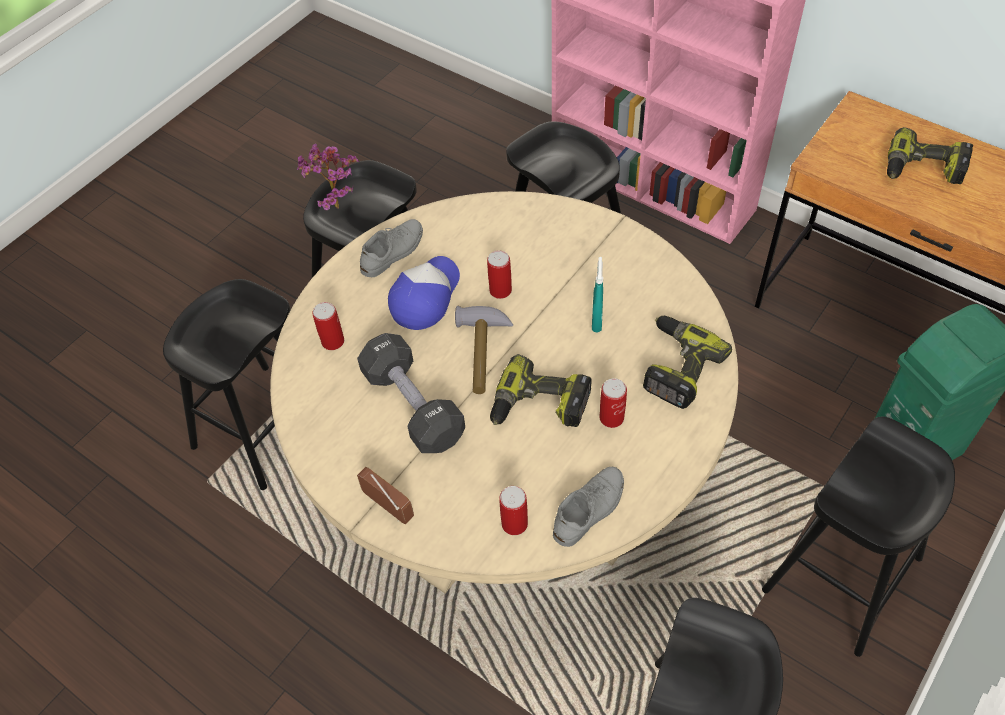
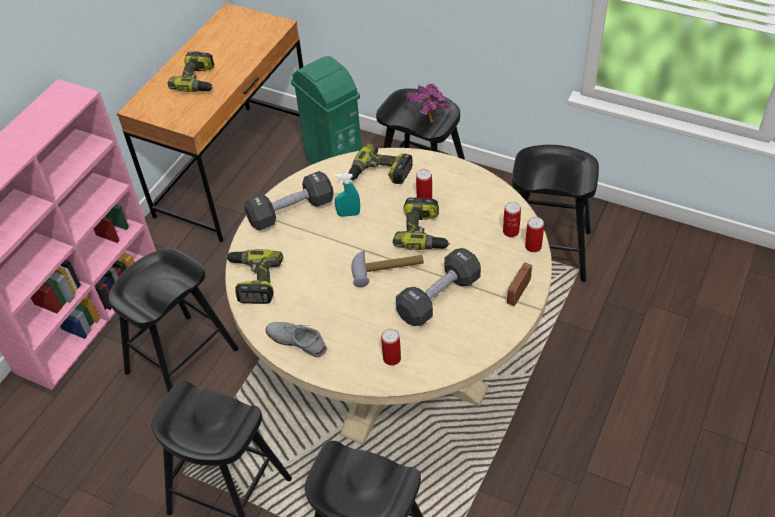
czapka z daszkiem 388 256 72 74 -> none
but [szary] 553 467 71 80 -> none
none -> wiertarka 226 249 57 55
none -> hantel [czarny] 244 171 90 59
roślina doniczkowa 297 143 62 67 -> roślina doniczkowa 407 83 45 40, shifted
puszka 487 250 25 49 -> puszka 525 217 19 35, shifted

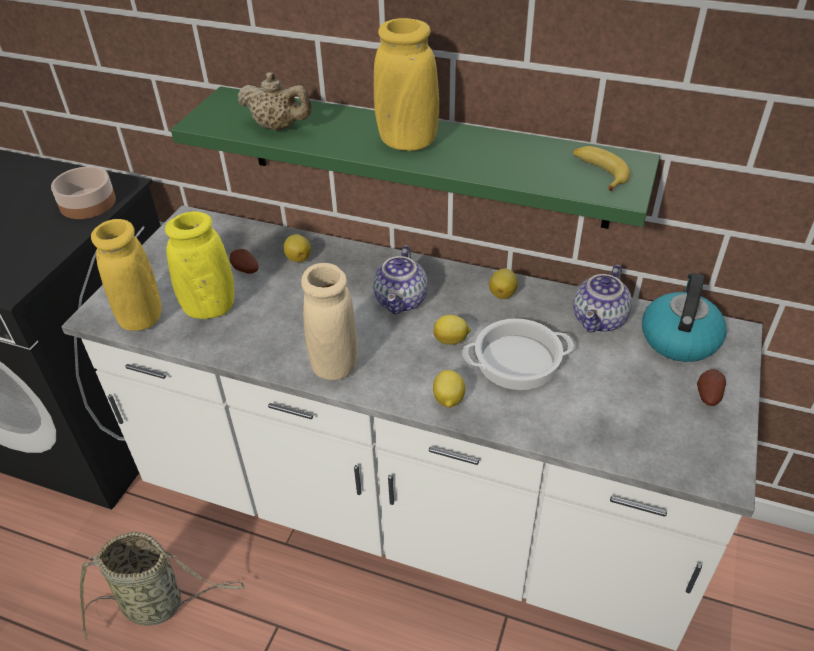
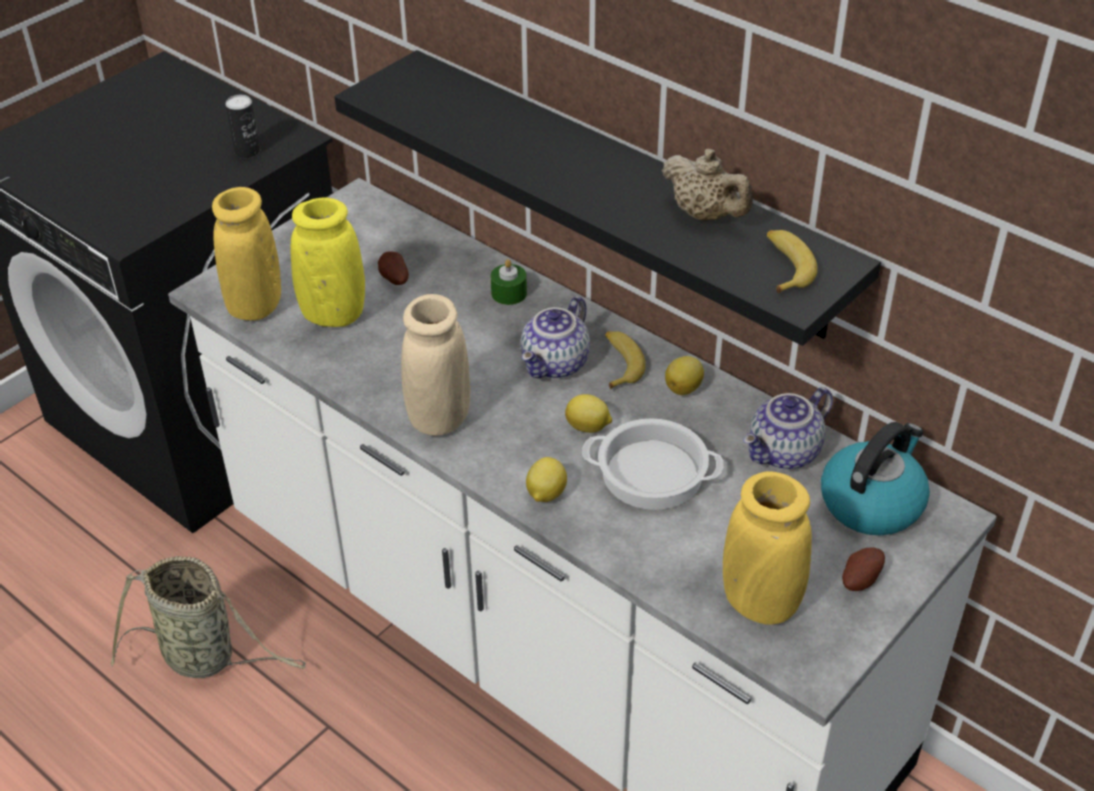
cytryna 284 234 27 28 -> none
none -> świeca [zielony] 491 259 36 46
none -> banan 605 331 41 58
imbryk [beżowy] 238 72 74 58 -> imbryk [beżowy] 662 149 91 72, shifted
wazon [żółty] 374 18 65 133 -> wazon [żółty] 723 471 89 154, shifted
miska 51 167 65 52 -> puszka 226 95 34 63
półka [zielony] 171 86 489 143 -> półka [czarny] 334 50 547 296

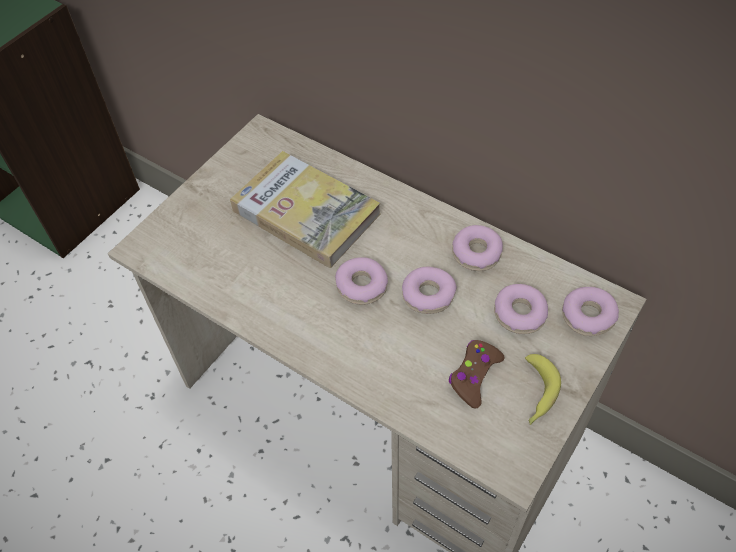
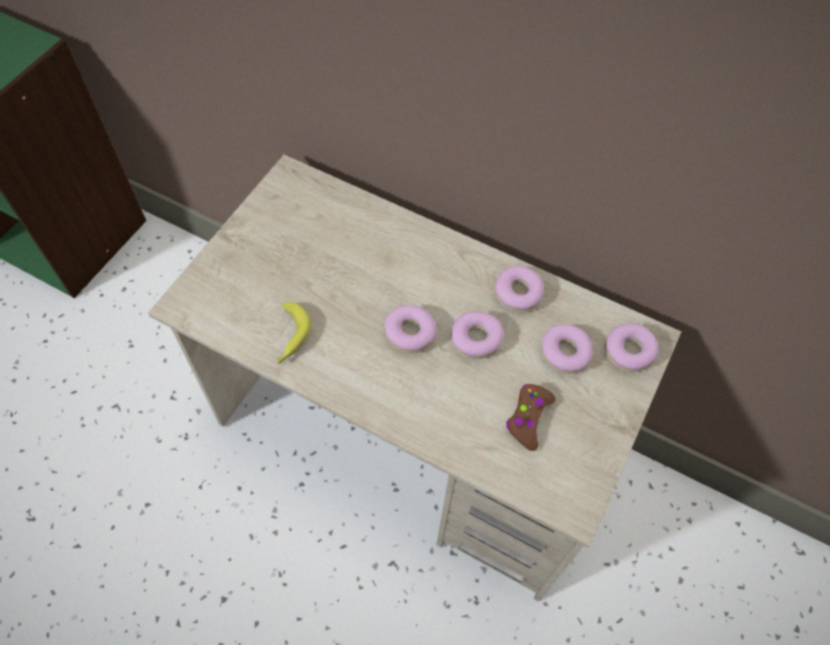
książka 230 151 150 117 -> none
banan 525 354 36 71 -> banan 277 302 35 62, shifted

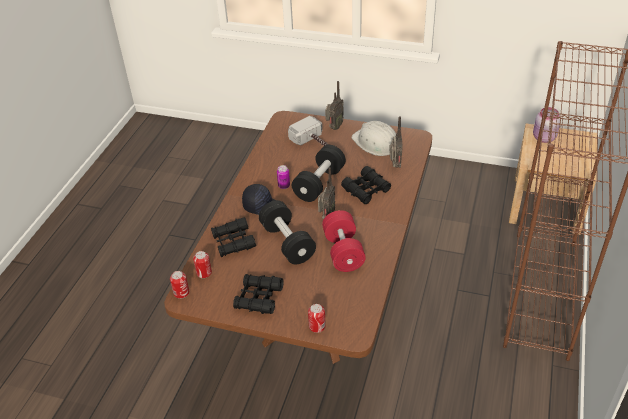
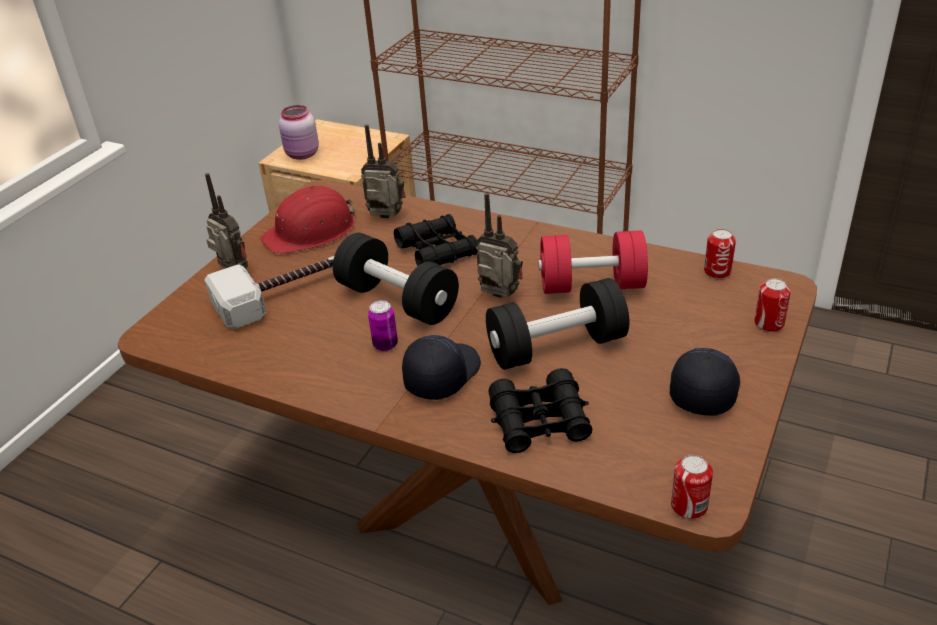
puszka 193 251 19 27 -> puszka 704 229 32 50, shifted
lornetka [czarny] 233 274 51 40 -> czapka z daszkiem [czarny] 670 348 70 68
kask [biały] 351 121 45 35 -> kask [czerwony] 260 186 95 68

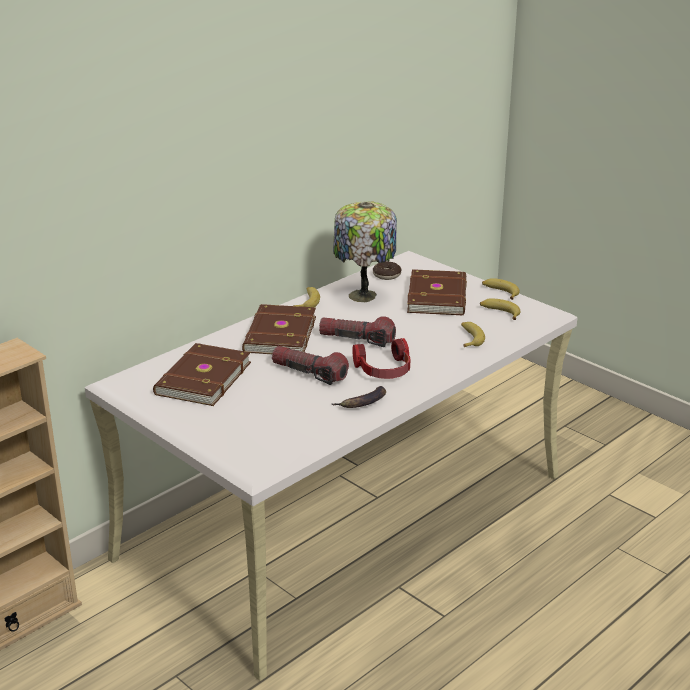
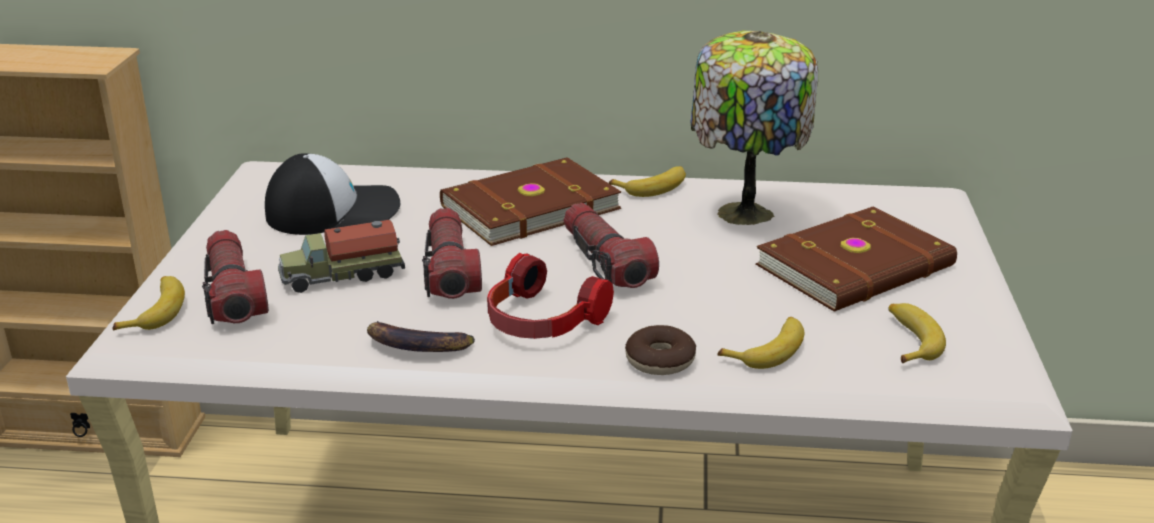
none -> latarka 202 230 67 94
none -> ciężarówka zabawkowa 278 220 127 73
donut 373 261 29 19 -> donut 625 325 71 50, shifted
banan 482 278 38 22 -> banan 112 276 73 54, shifted
książka [brązowy] 153 343 98 63 -> czapka z daszkiem 265 153 135 82

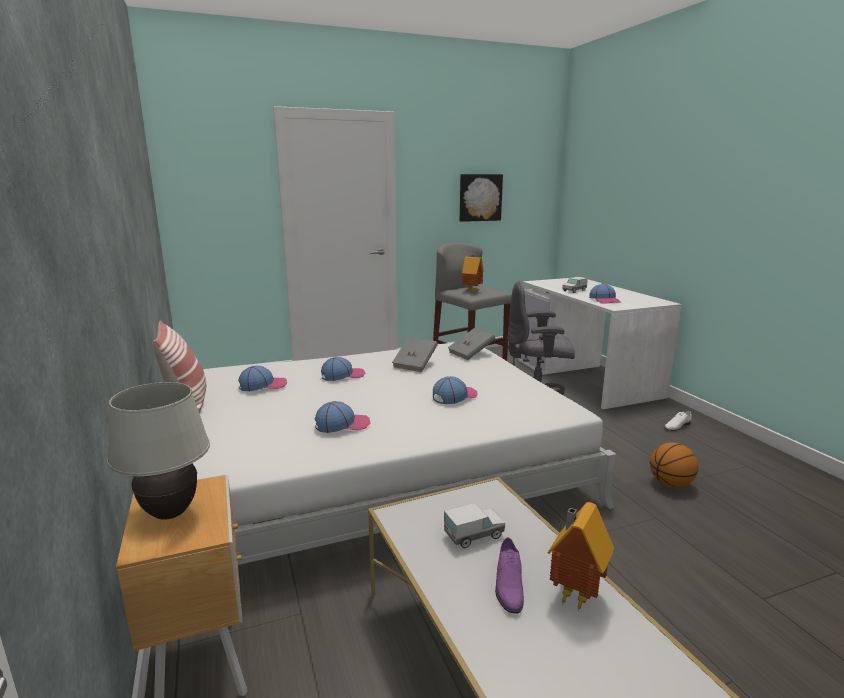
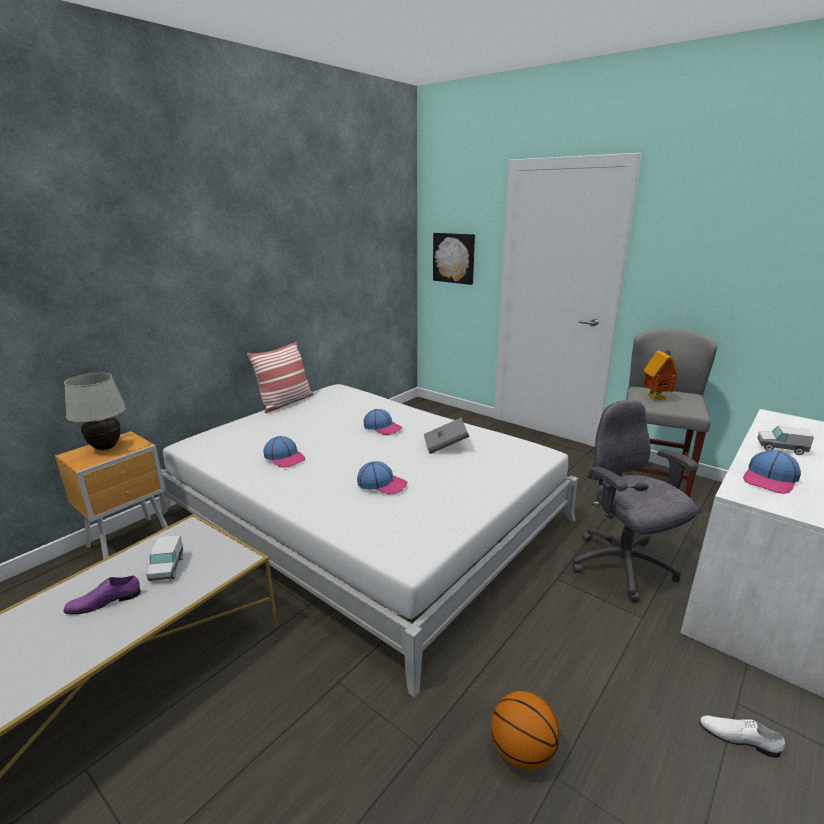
czapka z daszkiem 238 365 49 26 -> none
książka [szary] 448 328 47 32 -> none
domek 548 502 66 109 -> none
obraz 460 174 43 48 -> obraz 433 233 42 52, shifted
ciężarówka zabawkowa 444 503 61 45 -> ciężarówka zabawkowa 146 535 37 46, 45 degrees clockwise

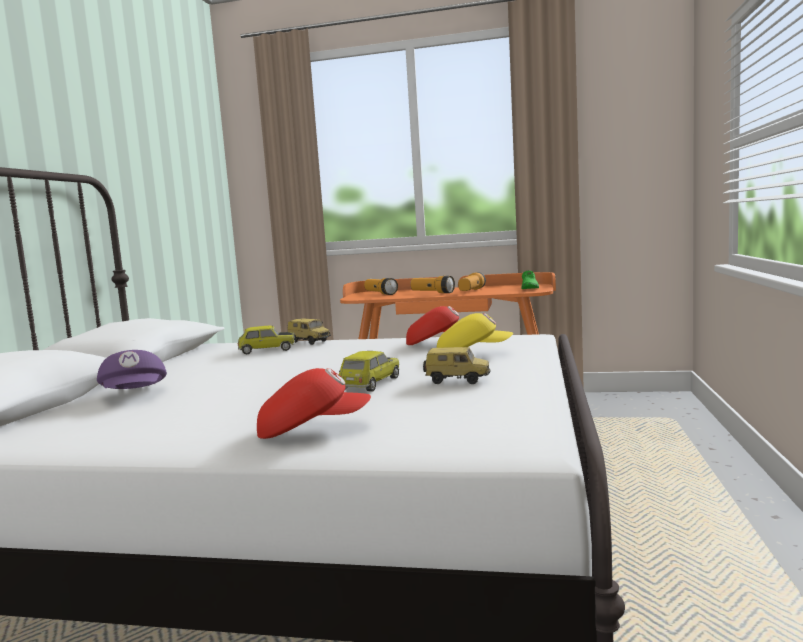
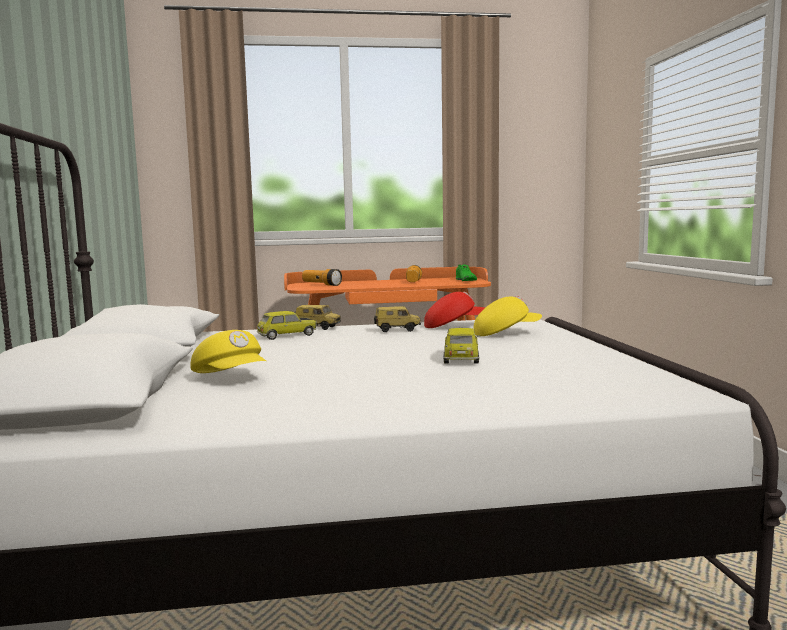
czapka z daszkiem [czerwony] 257 368 114 71 -> none
latarka 411 276 44 17 -> none
samochodzik 423 347 68 37 -> samochodzik 374 306 47 26, shifted
czapka z daszkiem [fioletowy] 97 350 70 39 -> czapka z daszkiem [żółty] 190 330 76 43

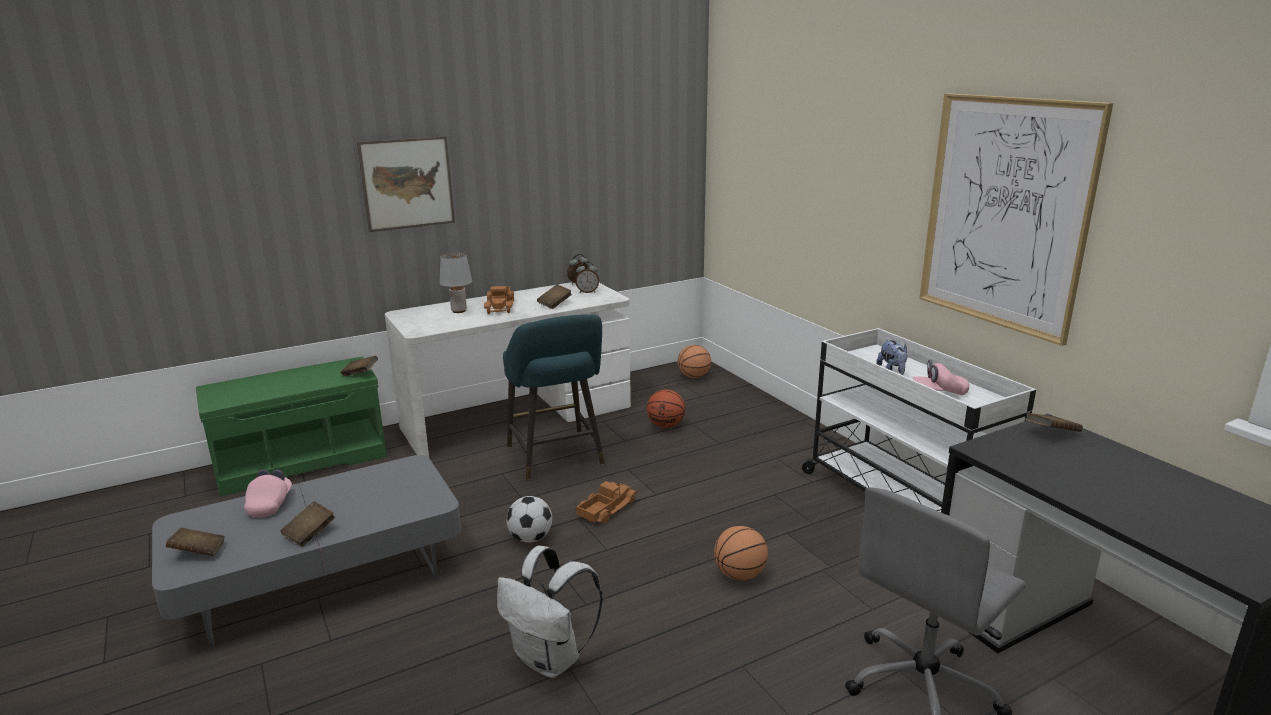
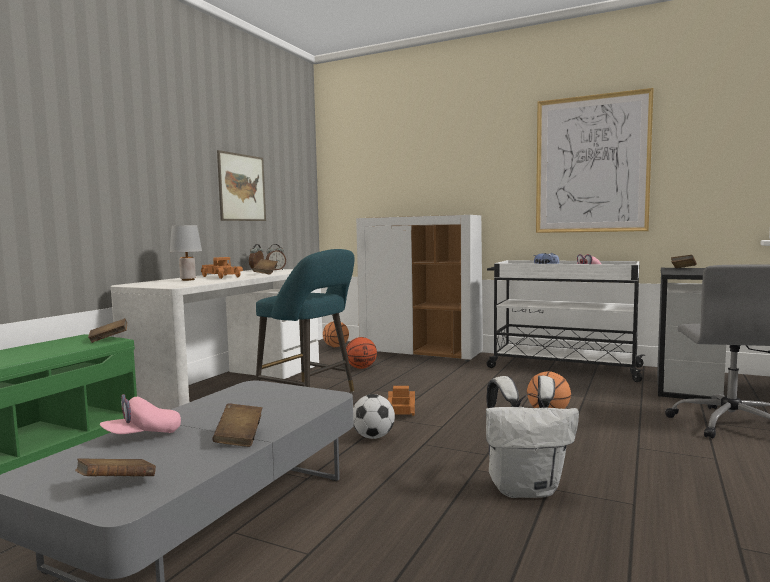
none -> szafka [biały] 356 215 127 147
obraz 357 136 98 96 -> obraz 217 150 49 71, shifted
czapka z daszkiem [różowy] 244 469 48 48 -> czapka z daszkiem [różowy] 100 394 81 40, 90 degrees counterclockwise

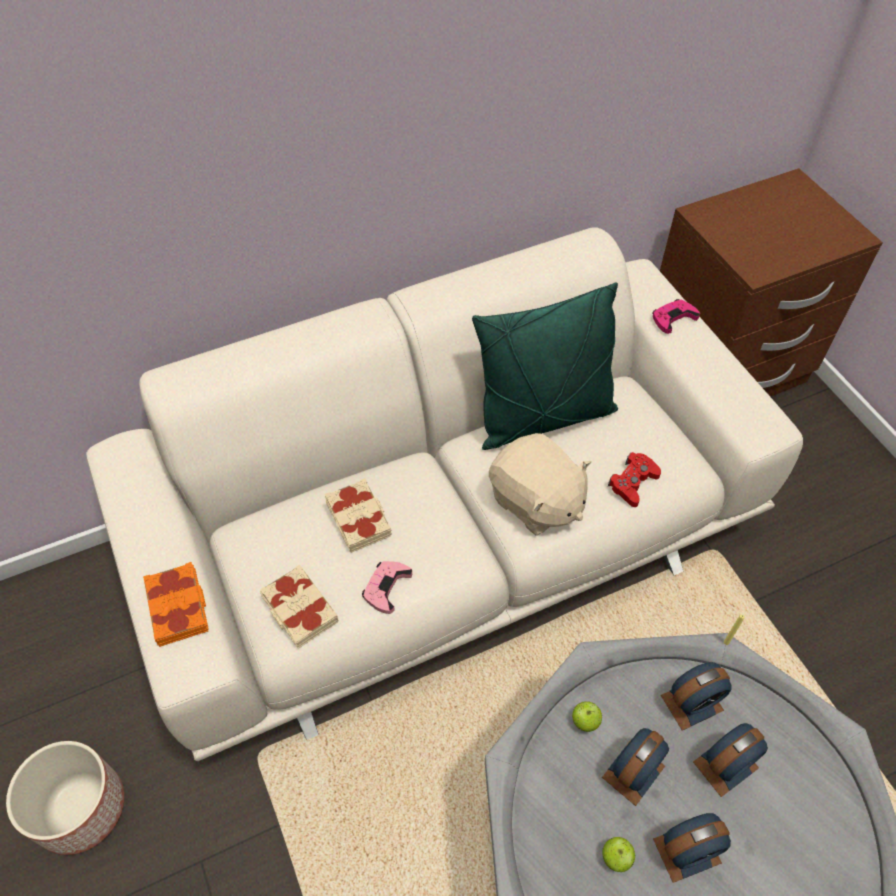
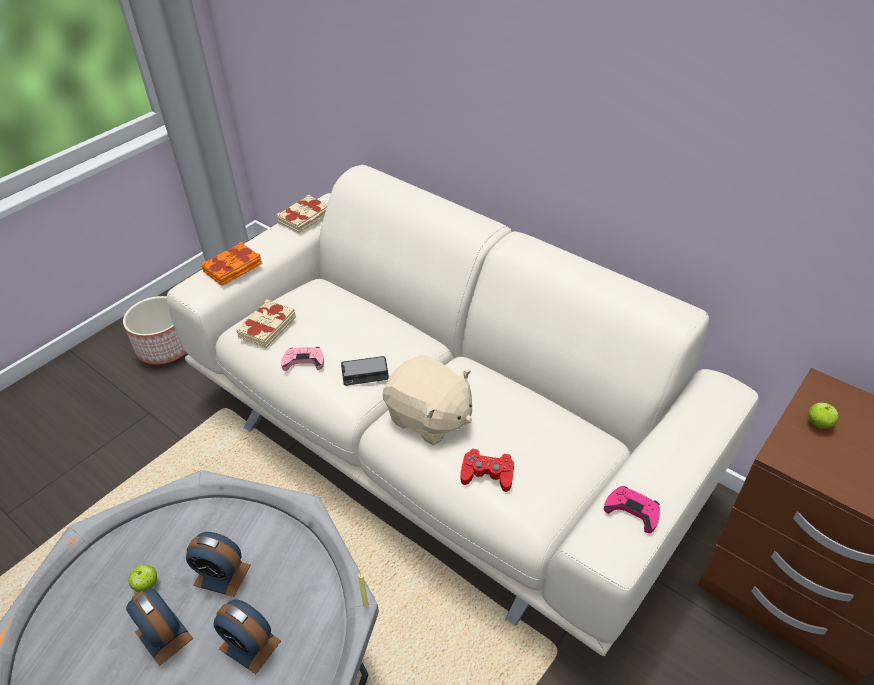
poduszka [zielony] 472 283 146 167 -> none
budzik 661 662 71 69 -> none
none -> telefon 341 356 48 30
książka [beżowy] 325 478 67 75 -> książka [beżowy] 276 194 52 39, shifted
jabłko 572 701 30 31 -> jabłko 808 403 31 25, shifted
pad do gier [różowy] 652 299 48 35 -> pad do gier [różowy] 604 486 56 47, shifted
pluszak [beżowy] 489 433 102 103 -> pluszak [beżowy] 383 355 89 90, 75 degrees counterclockwise

